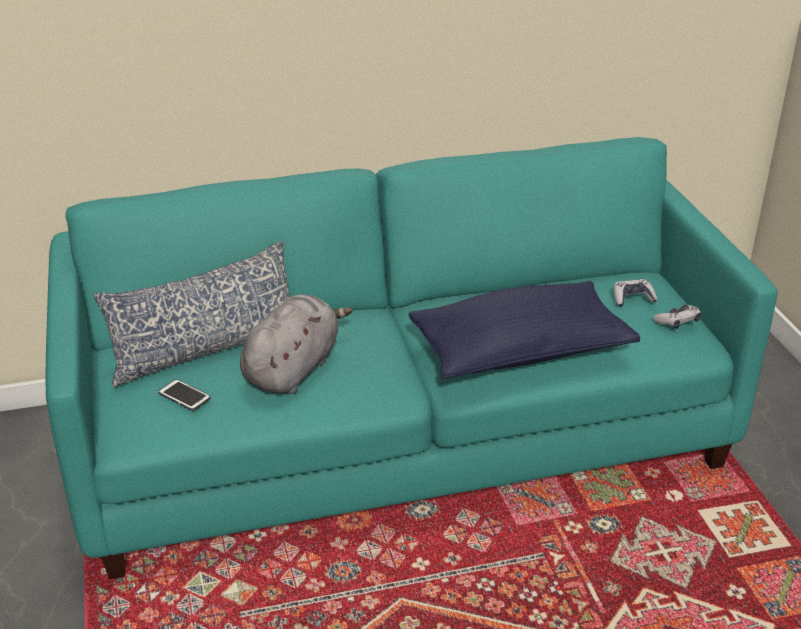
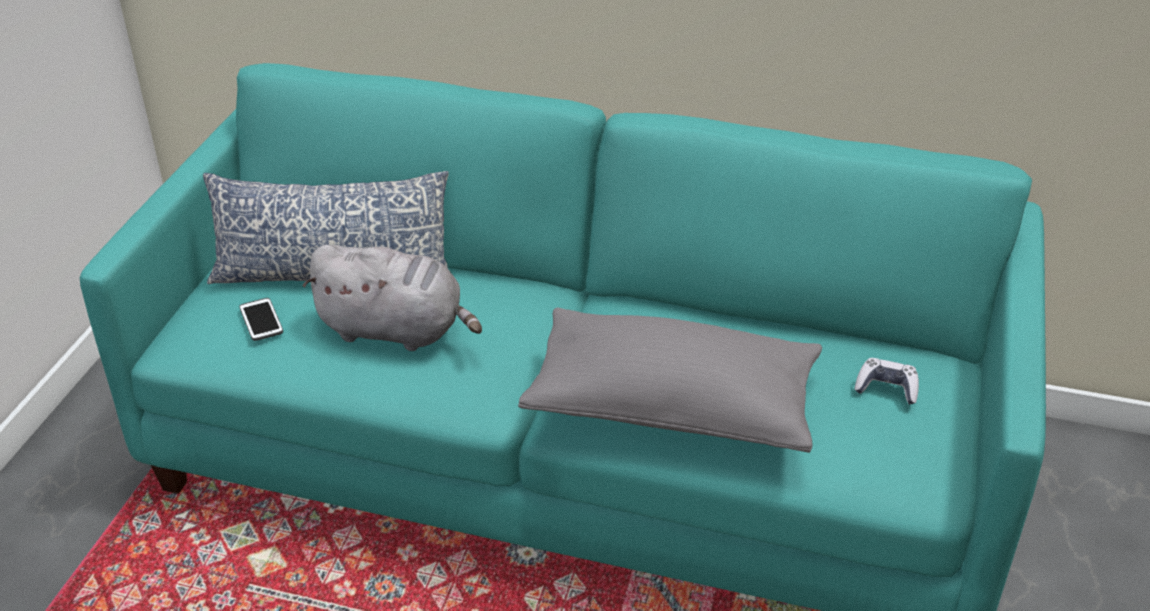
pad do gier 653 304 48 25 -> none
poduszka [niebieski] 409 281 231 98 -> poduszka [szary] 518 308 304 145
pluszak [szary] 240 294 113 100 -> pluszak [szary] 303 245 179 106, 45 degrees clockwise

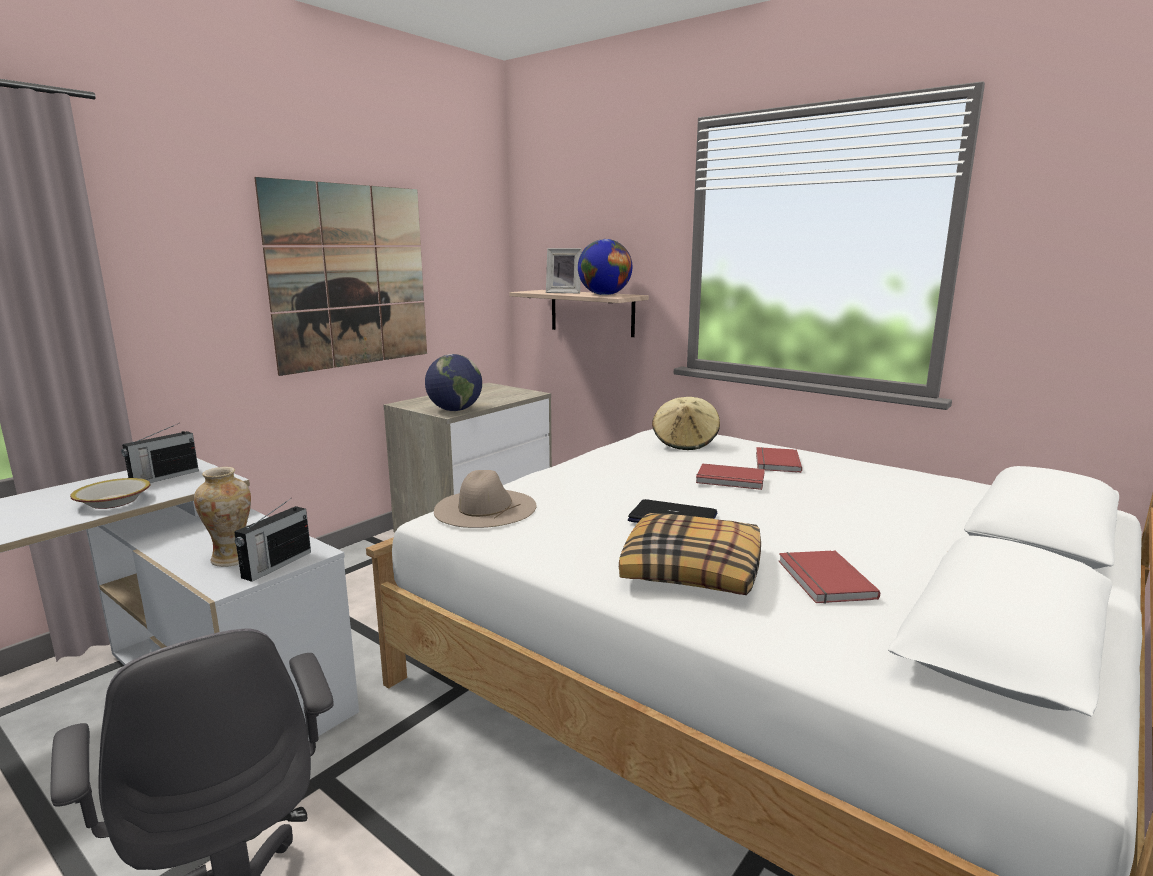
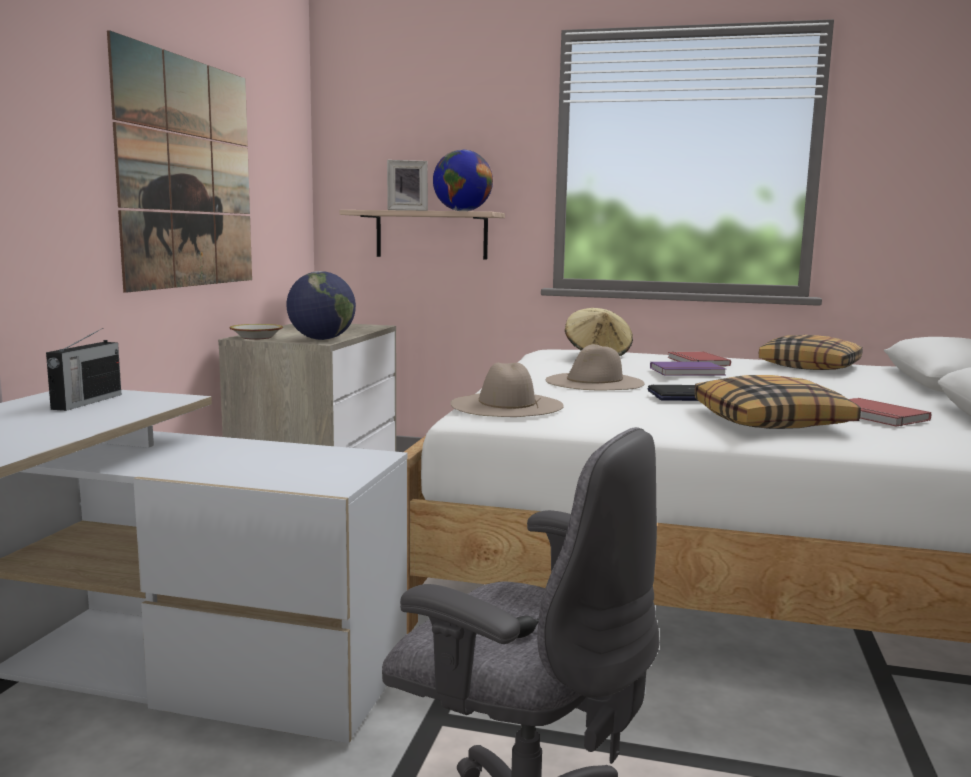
wazon 194 467 57 100 -> none
radio 234 499 77 83 -> none
none -> kapelusz [beżowy] 546 344 98 46
none -> poduszka 759 335 104 35
miska 70 478 80 31 -> miska 230 324 53 16, shifted
książka [czerwony] 696 463 69 27 -> książka [fioletowy] 650 362 76 14

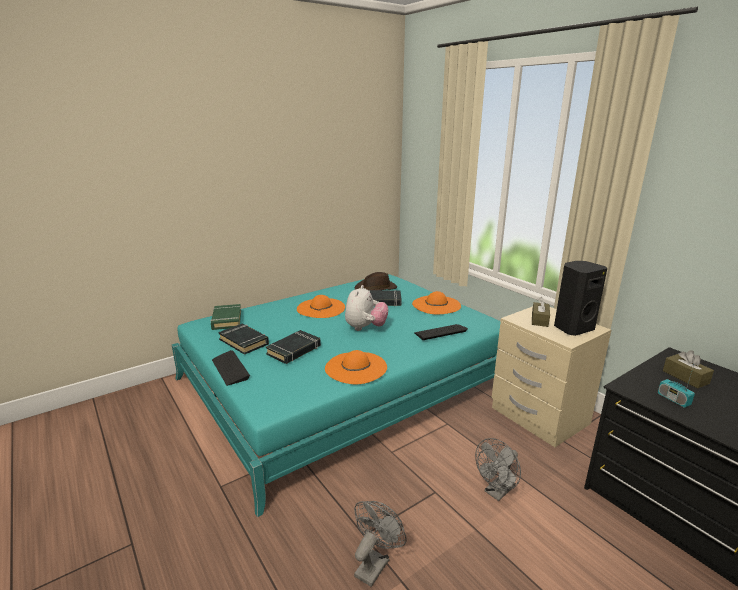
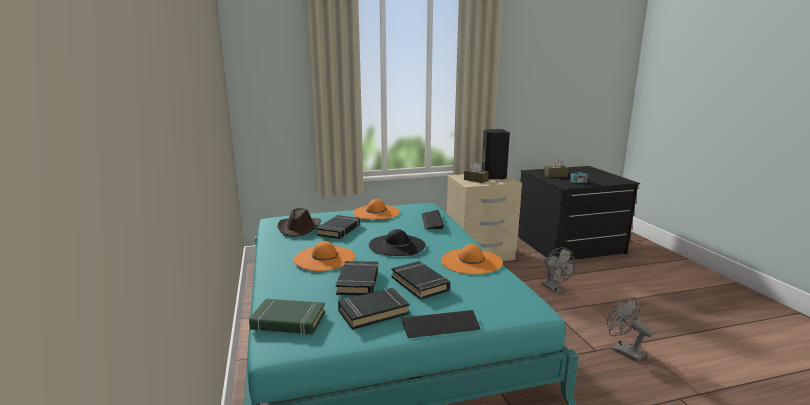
none -> książka [czarny] 336 261 43 34
pluszak 345 285 43 46 -> kapelusz [czarny] 369 229 57 27

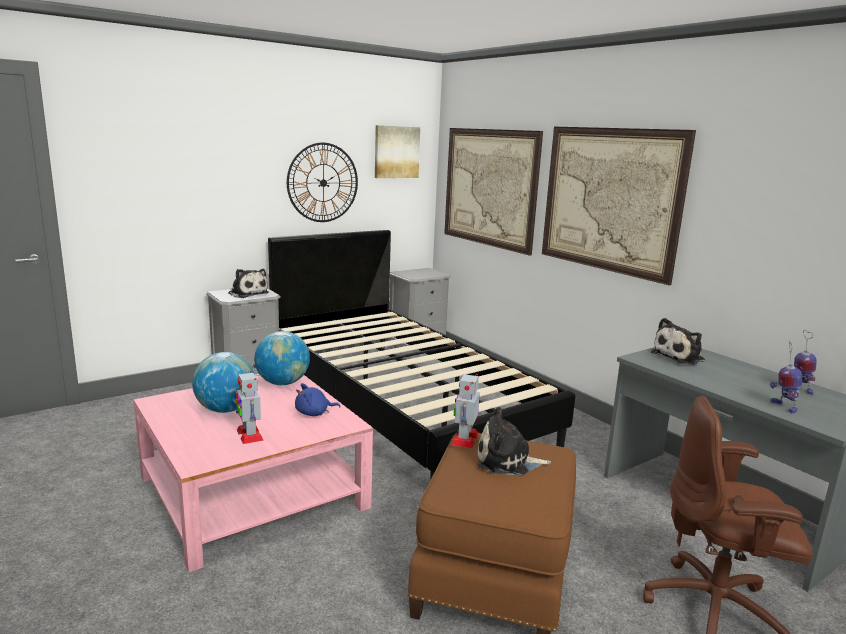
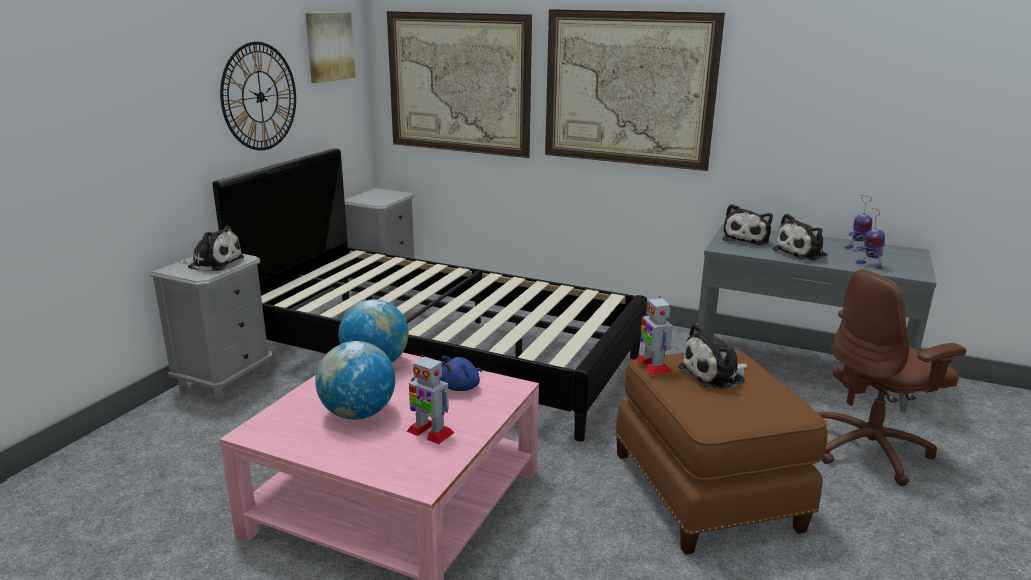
none -> pluszak 772 214 56 47

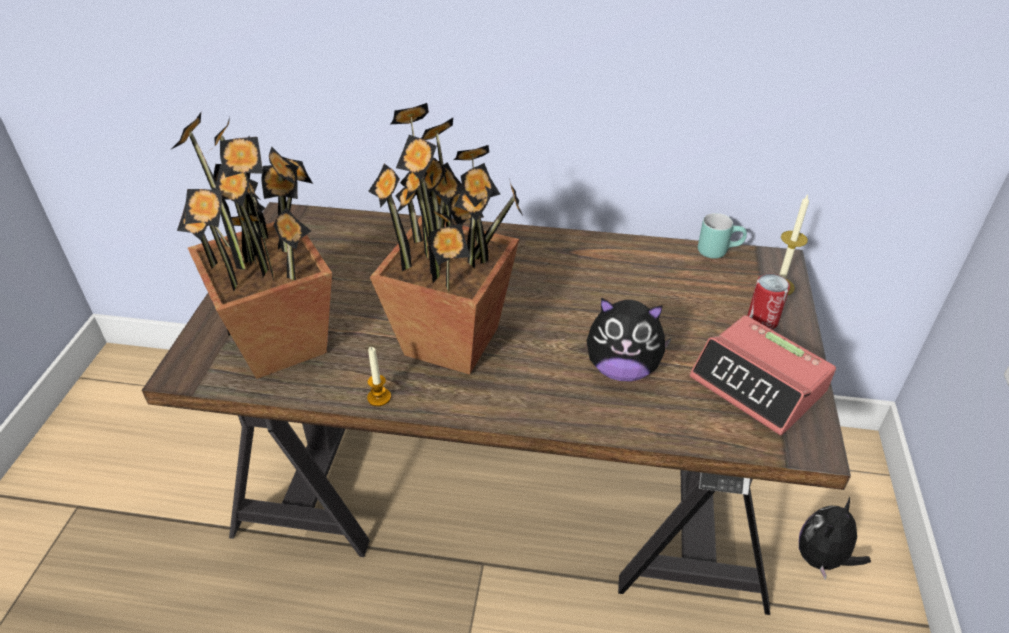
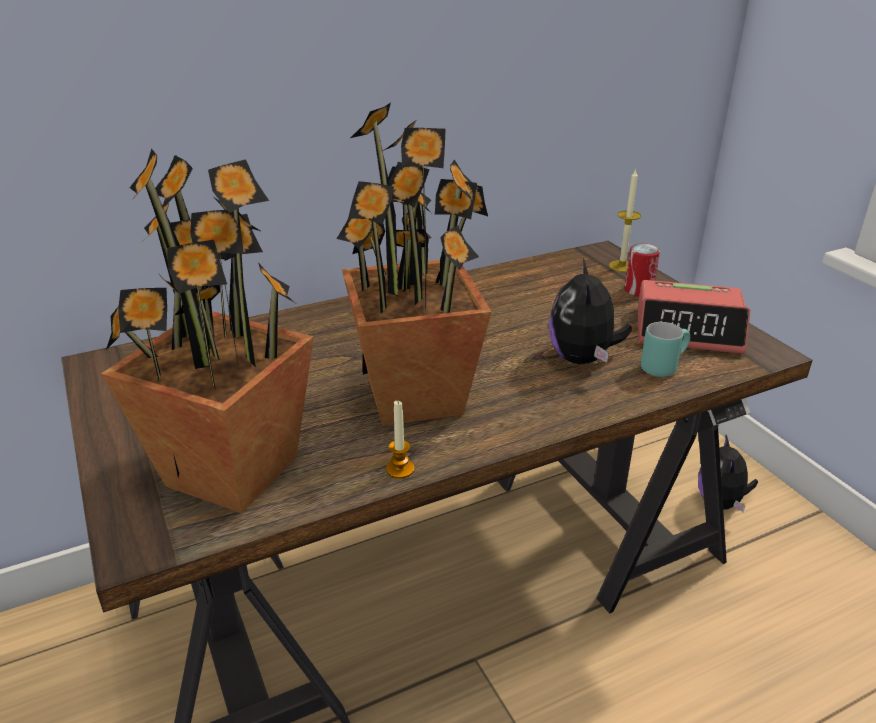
kubek [turkusowy] 698 213 49 46 -> kubek [turkusowy] 641 322 49 55, shifted
pluszak 587 298 85 83 -> pluszak 549 258 83 106, 120 degrees clockwise

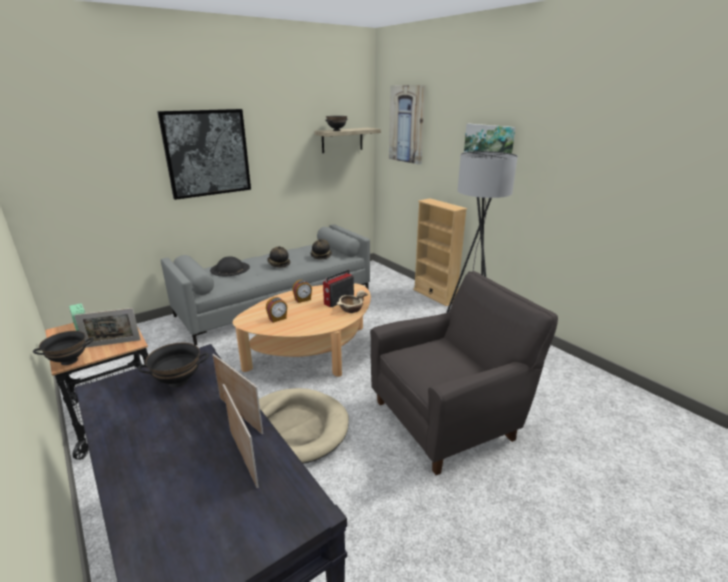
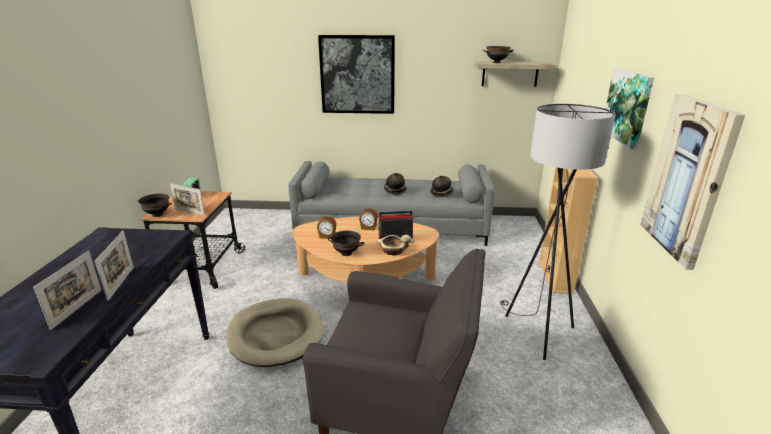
kapelusz [czarny] 210 256 40 20 -> none
miska [czarny] 138 343 71 44 -> miska [czarny] 328 230 37 26, shifted
obraz 389 85 37 79 -> obraz 640 94 105 176, shifted

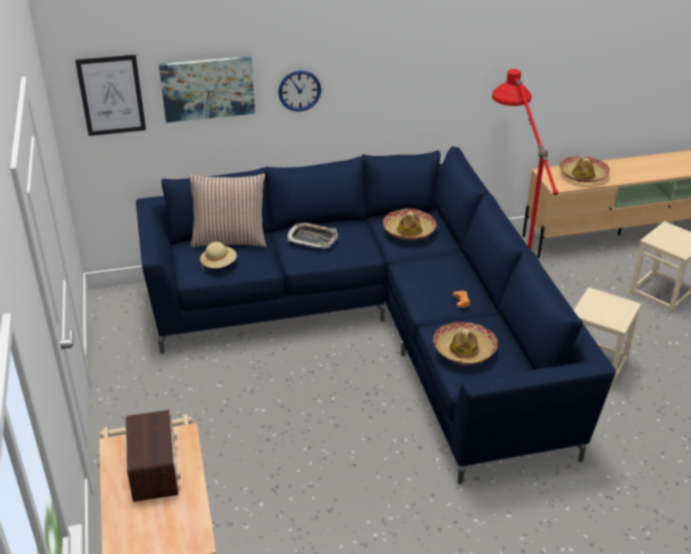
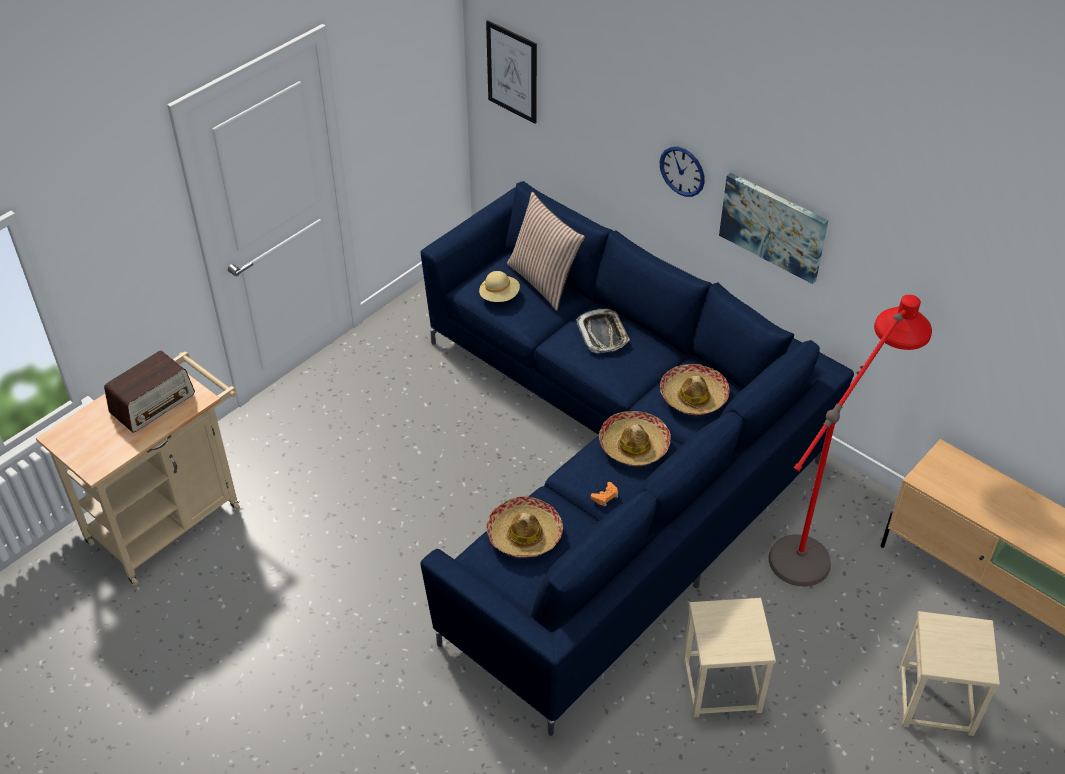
obraz 159 56 96 67 -> obraz 719 173 109 111, shifted
kapelusz 559 156 51 27 -> kapelusz 599 411 72 55, shifted

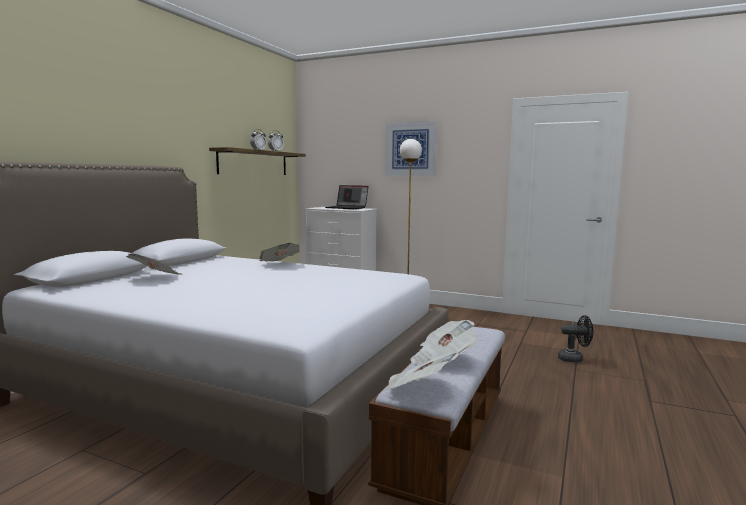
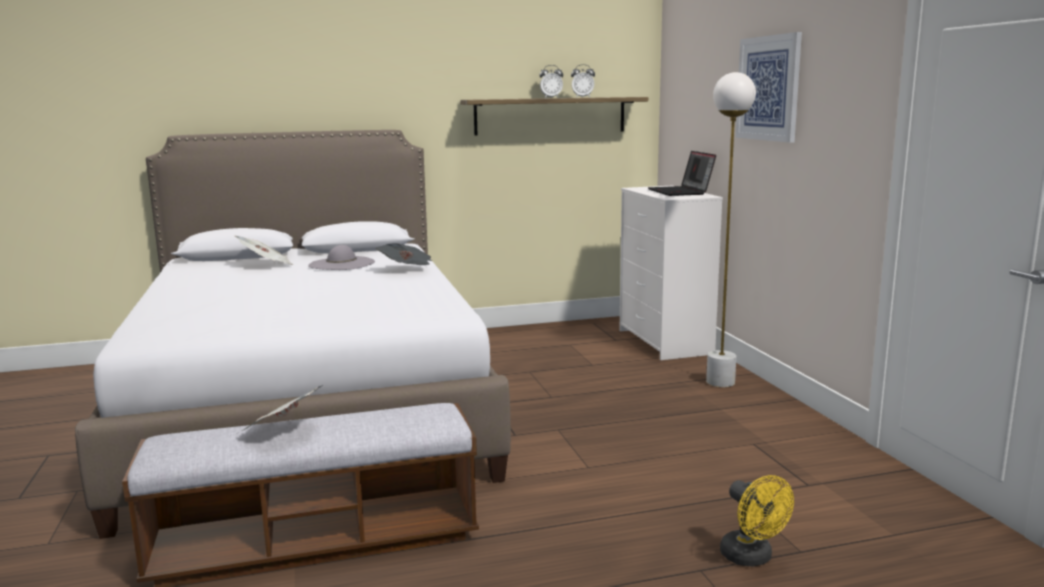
gazeta 387 351 71 39 -> none
none -> kapelusz [szary] 308 245 67 25
wentylator [czarny] 558 315 35 48 -> wentylator [żółty] 720 475 74 91

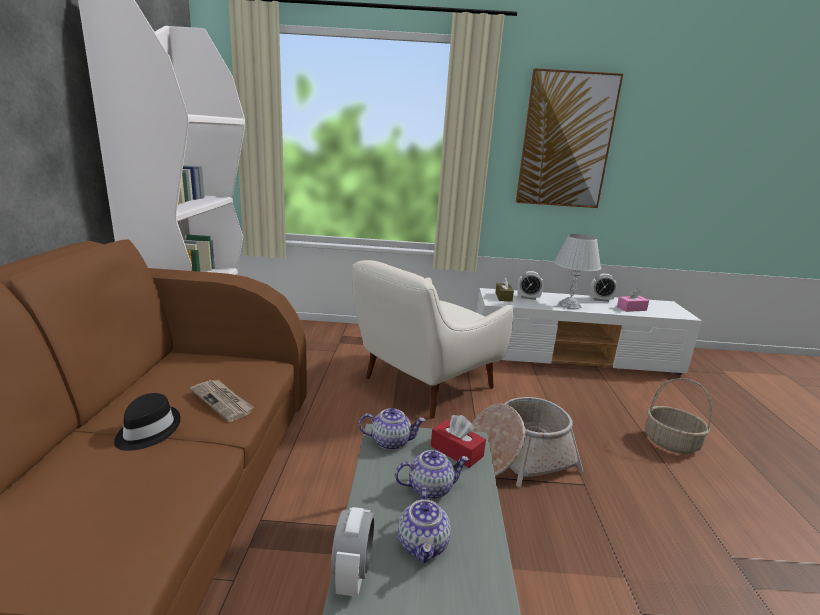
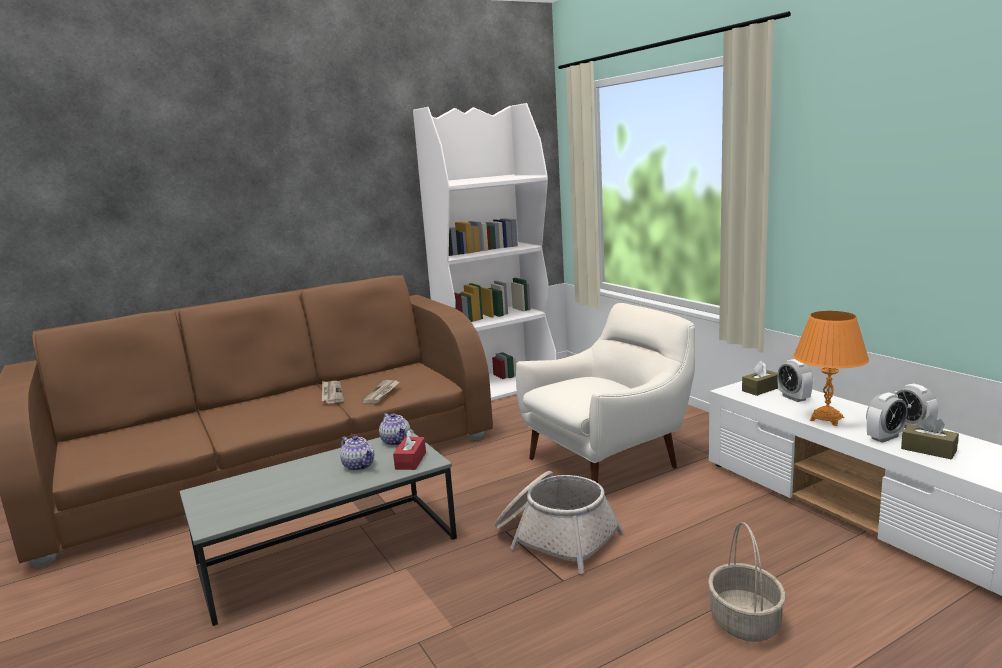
imbryk 398 487 53 76 -> none
obraz 516 68 107 140 -> none
budzik 331 507 44 90 -> budzik 866 392 42 51, shifted
kapelusz [czarny] 114 393 67 58 -> gazeta 322 381 22 23
lampa stołowa [biały] 554 234 47 75 -> lampa stołowa [pomarańczowy] 793 311 76 115
pudełko chusteczek [różowy] 617 289 32 23 -> pudełko chusteczek [brązowy] 901 415 58 44
fotel [biały] 352 260 162 159 -> fotel [biały] 516 303 179 180, 135 degrees clockwise

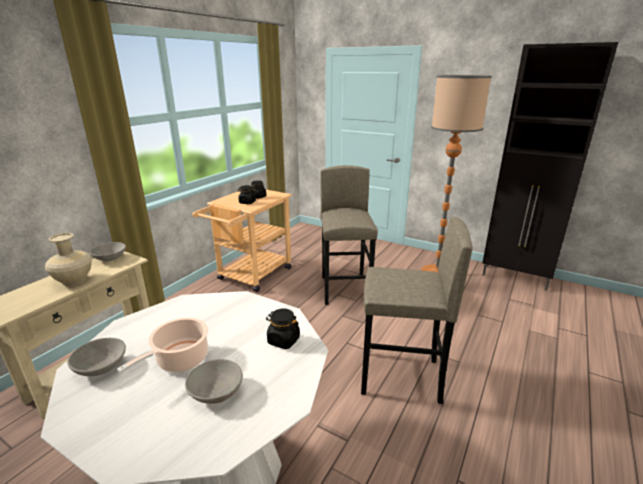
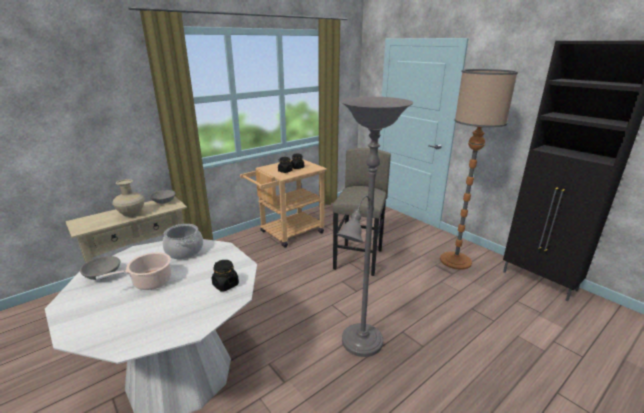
miska [szary] 185 359 58 44 -> none
none -> garnek 162 224 41 35
stołek [szary] 361 217 112 187 -> lampa stojąca [szary] 336 97 77 260

